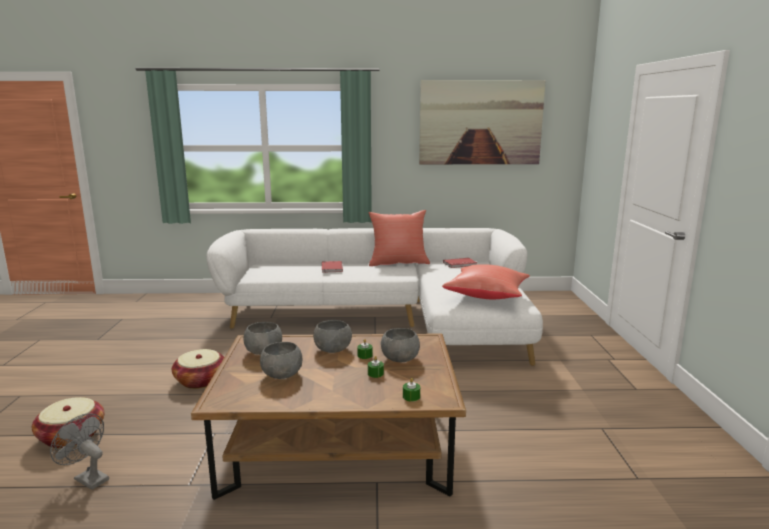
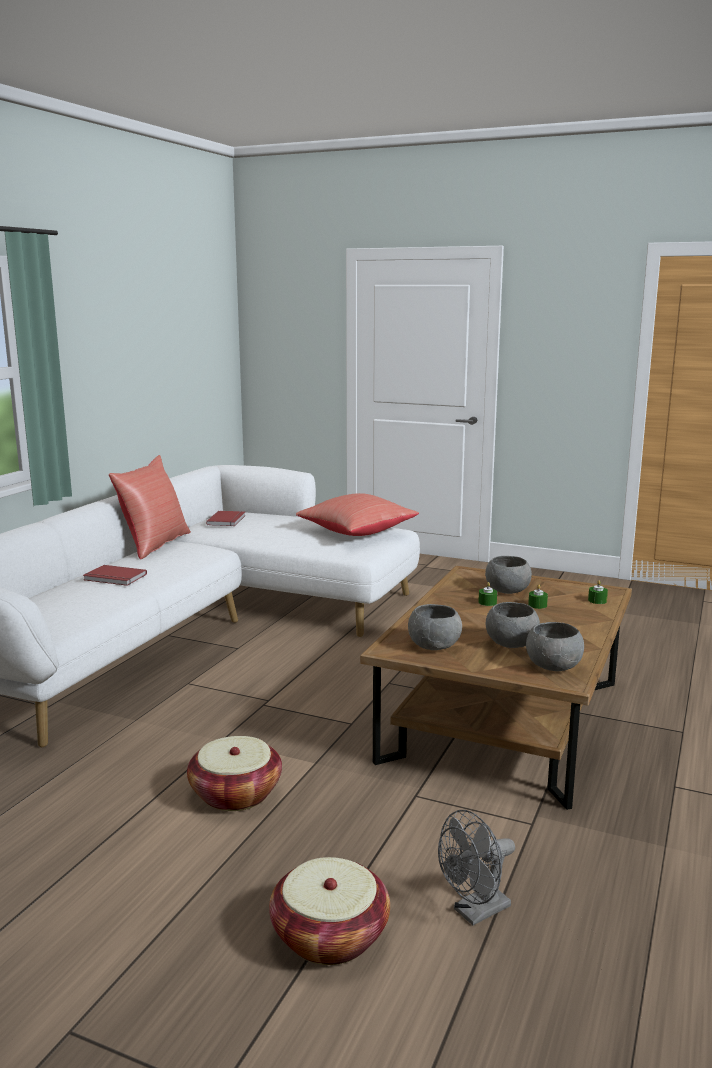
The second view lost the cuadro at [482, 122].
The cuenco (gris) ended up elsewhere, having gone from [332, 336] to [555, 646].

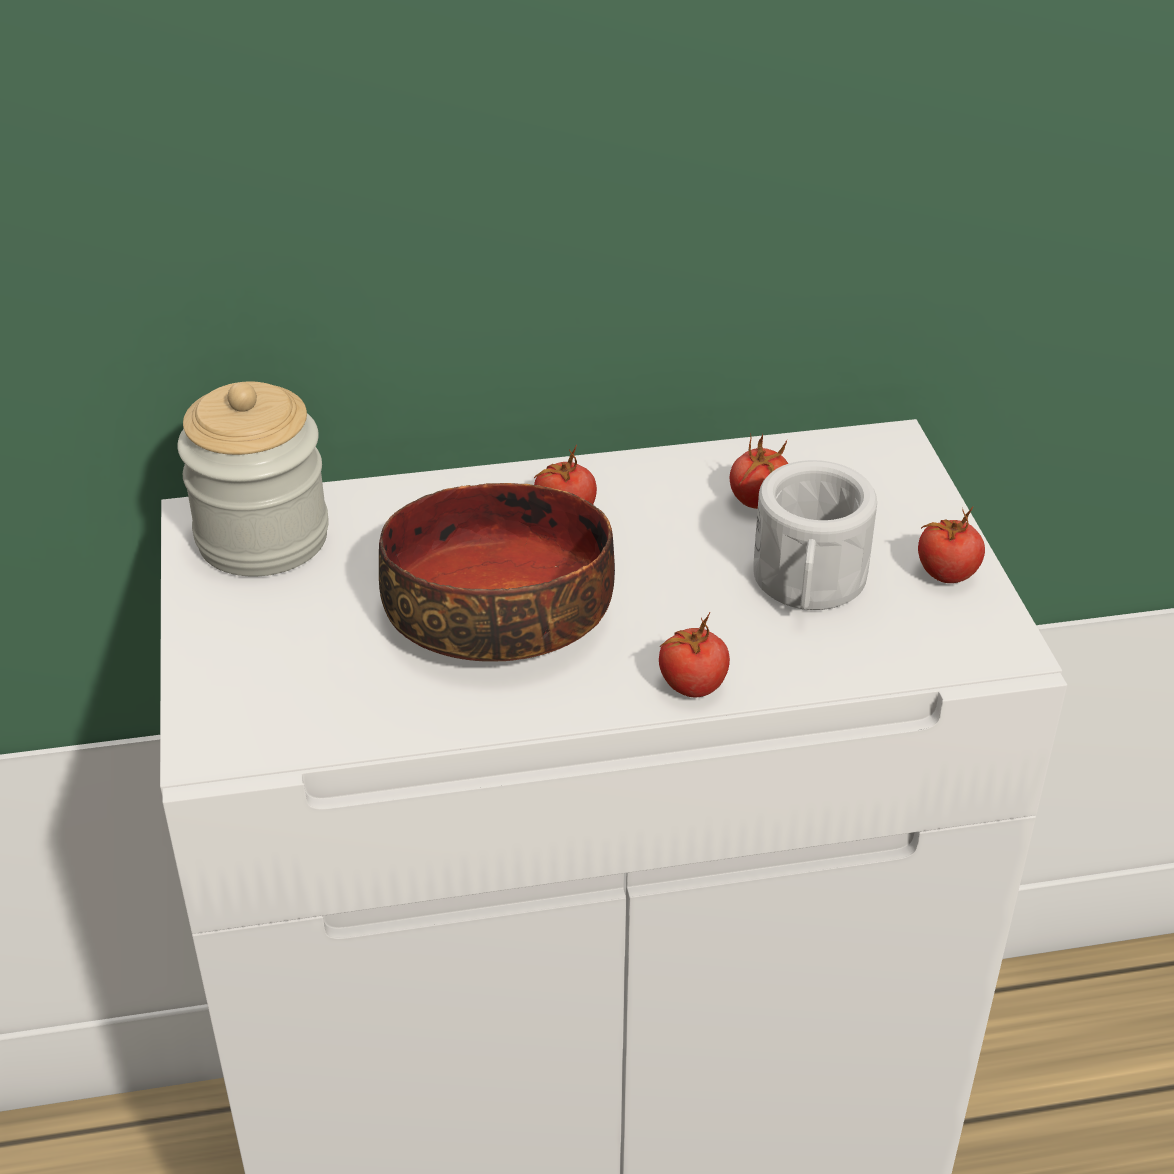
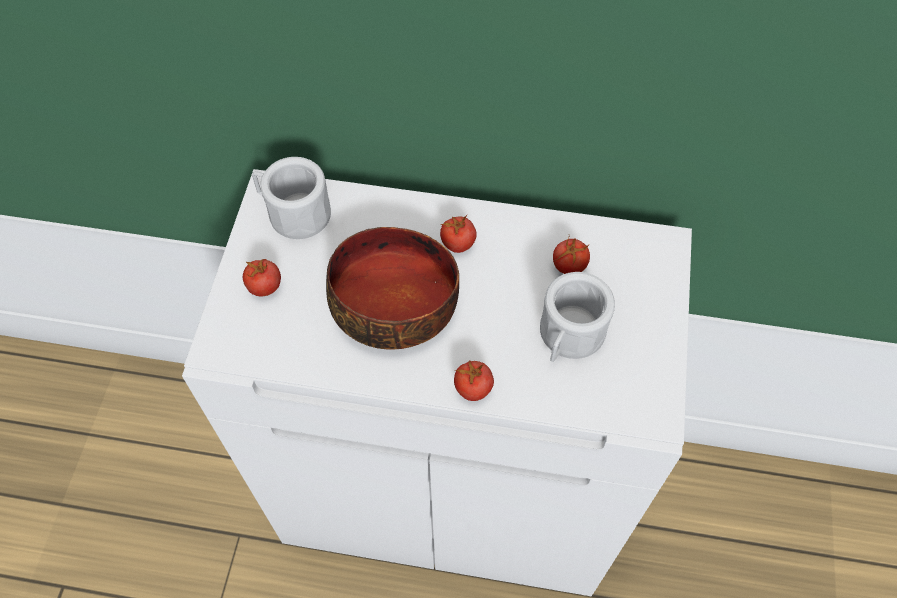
Where the tarro stood at [253, 479], the taza grande (blanco) came to stand at [291, 198].
The tomate ended up elsewhere, having gone from [951, 544] to [262, 277].

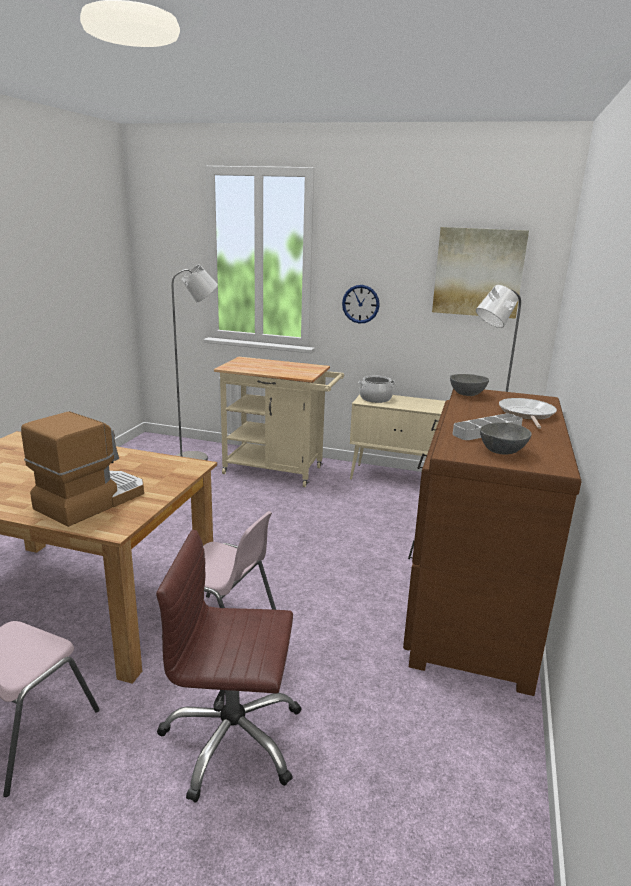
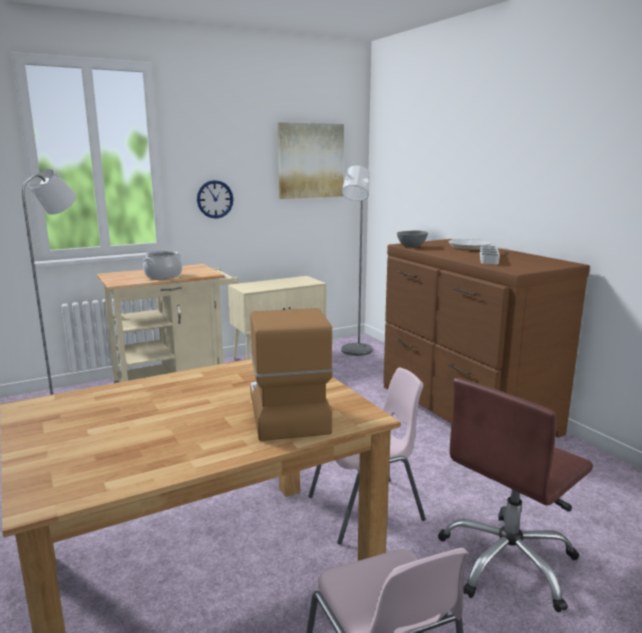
The olla ended up elsewhere, having gone from [377, 389] to [162, 265].
The second view lost the cuenco (gris) at [505, 438].

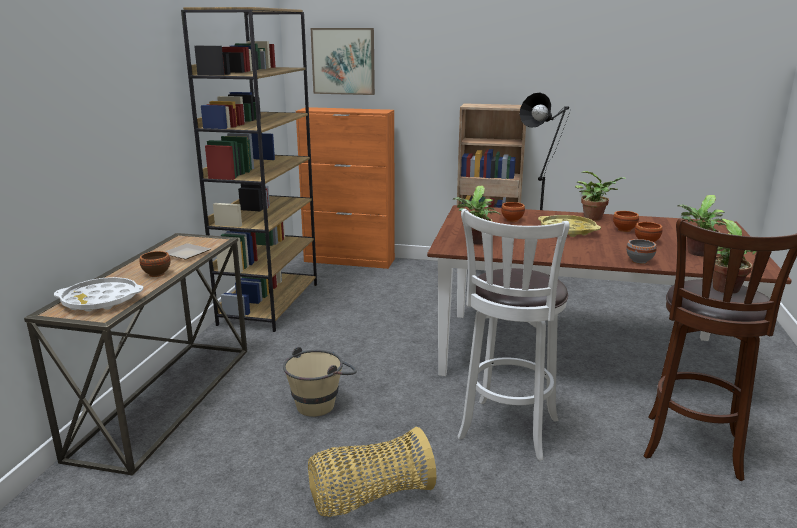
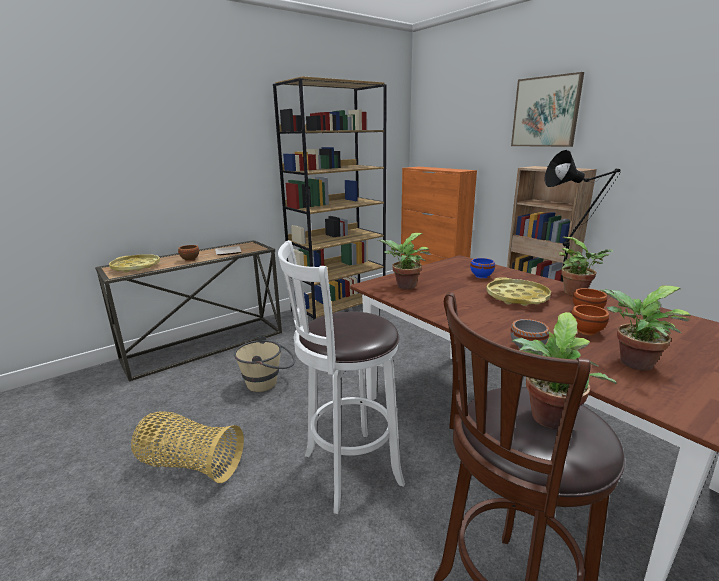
The cuadro ended up elsewhere, having gone from [343, 61] to [547, 109].
What was the cuenco (marrón) at [513, 212] turned into the cuenco (azul) at [482, 268].
What was the bandeja (blanco) at [98, 294] turned into the bandeja (amarillo) at [134, 263].

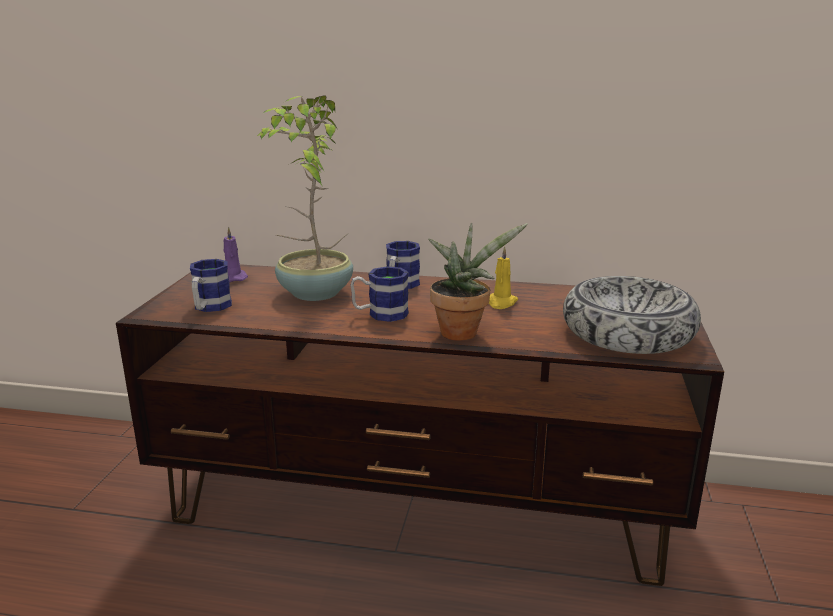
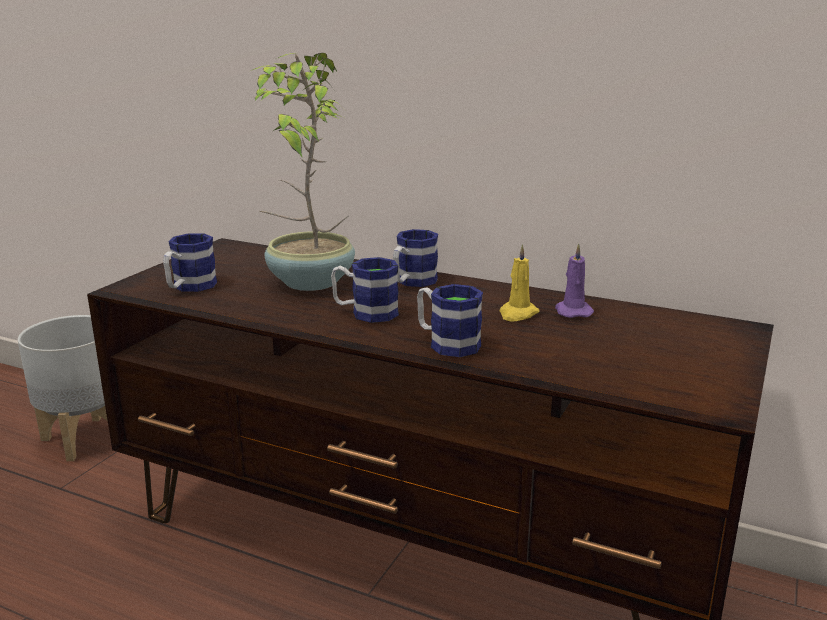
Where the planta en maceta stood at [478, 282], the taza grande came to stand at [450, 320].
The vela (morado) ended up elsewhere, having gone from [235, 254] to [574, 280].
The second view lost the cuenco at [632, 315].
The second view gained the maceta (gris) at [62, 388].

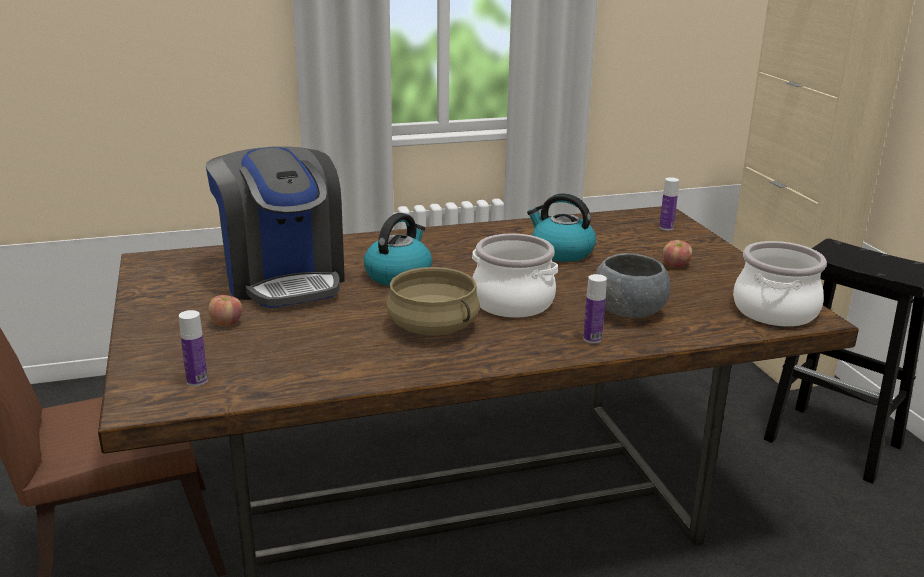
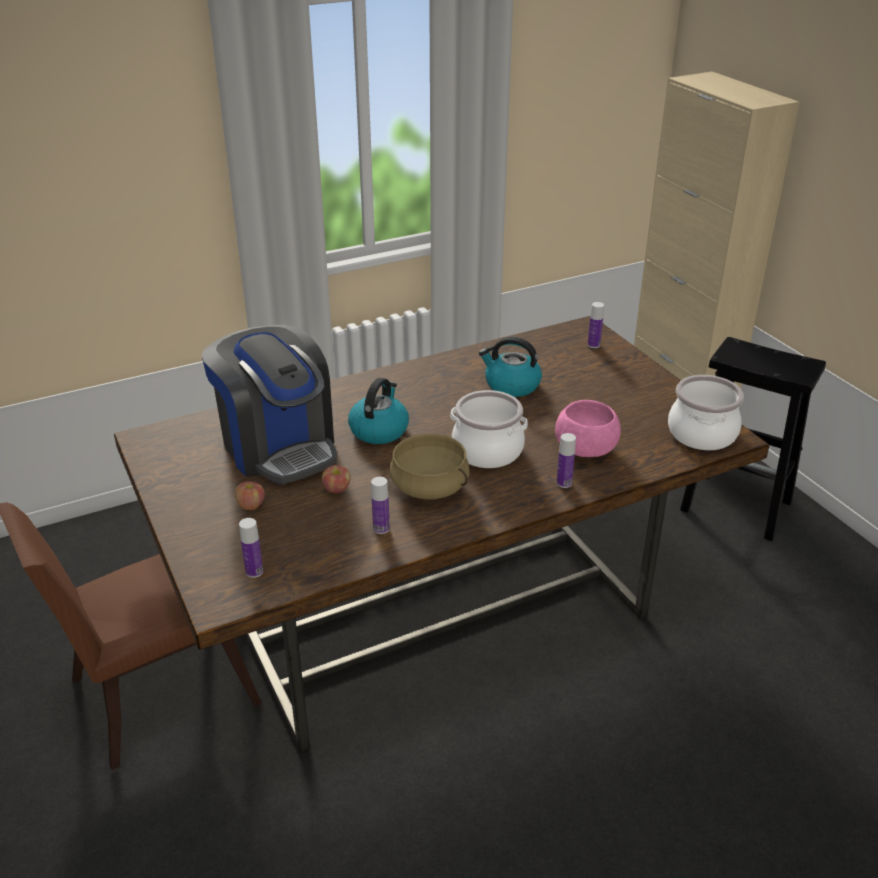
The manzana ended up elsewhere, having gone from [677, 254] to [336, 479].
What was the cuenco (gris) at [632, 285] turned into the cuenco (rosa) at [588, 428].
The second view gained the botella at [380, 505].

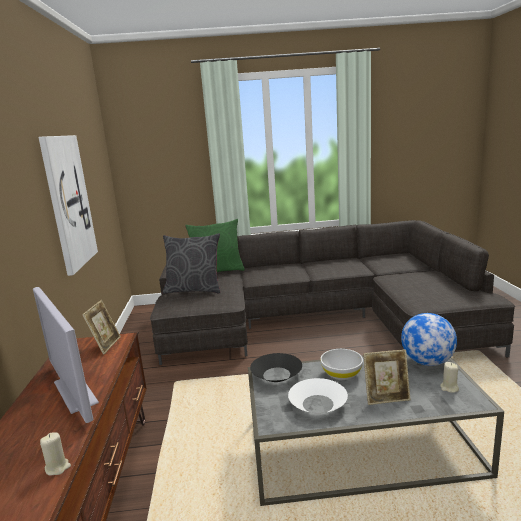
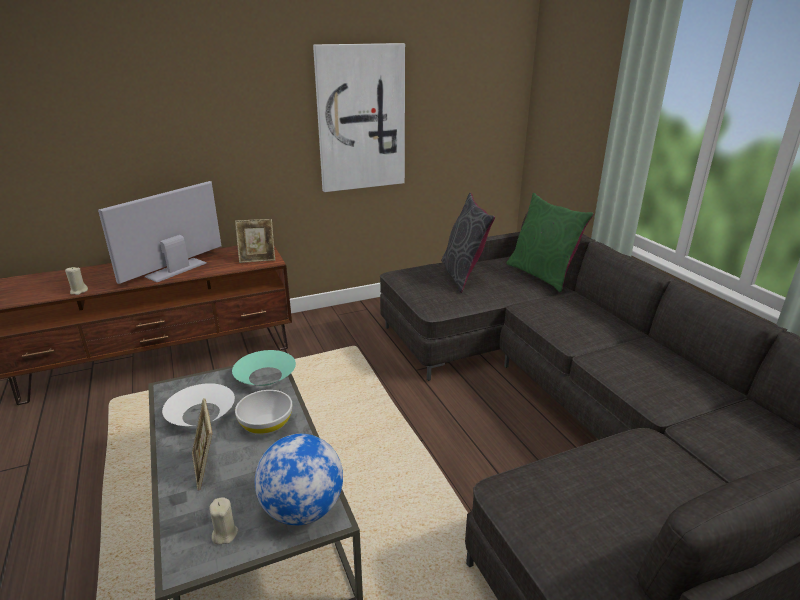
What was the cuenco (negro) at [276, 367] turned into the cuenco (turquesa) at [264, 368].

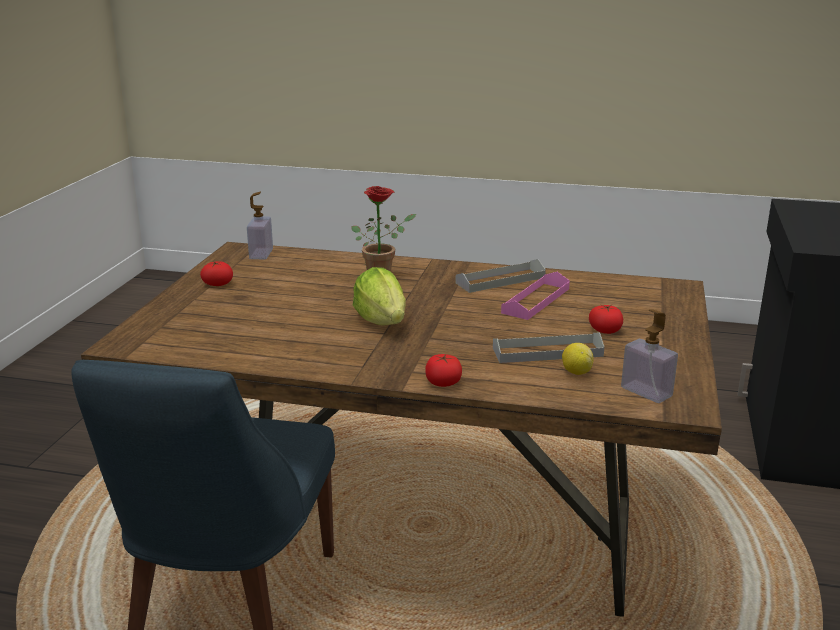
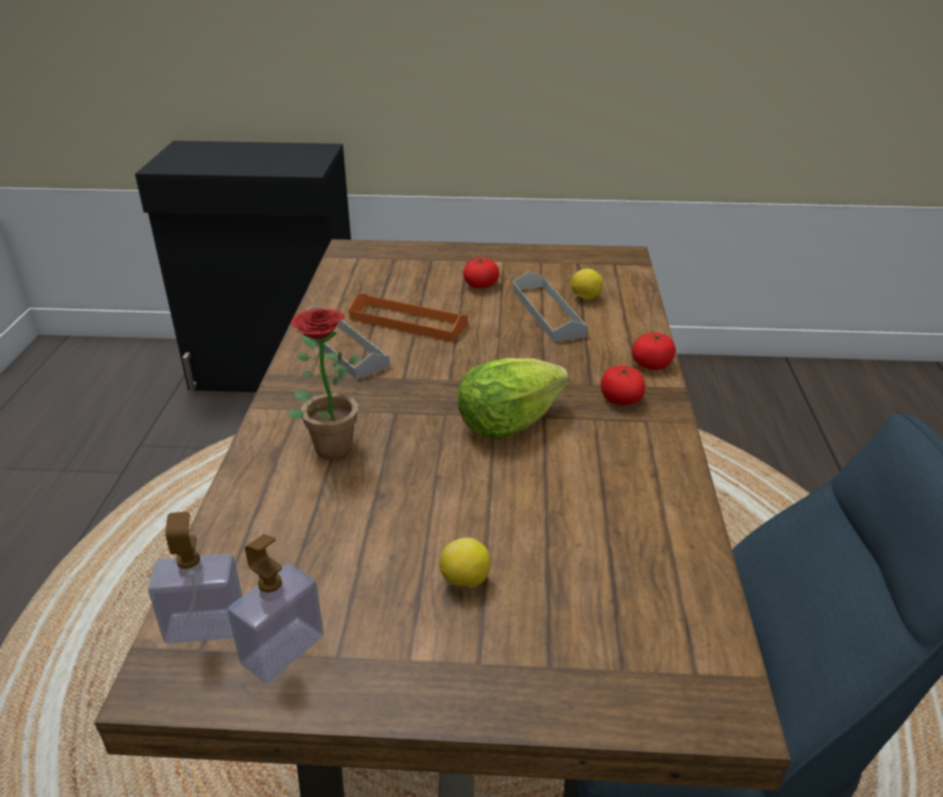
The tomate ended up elsewhere, having gone from [216, 273] to [623, 385].
What was the bandeja (rosa) at [535, 296] turned into the bandeja (naranja) at [408, 318].
The dispensador de jabón ended up elsewhere, having gone from [649, 356] to [276, 608].
The second view gained the limón at [464, 562].

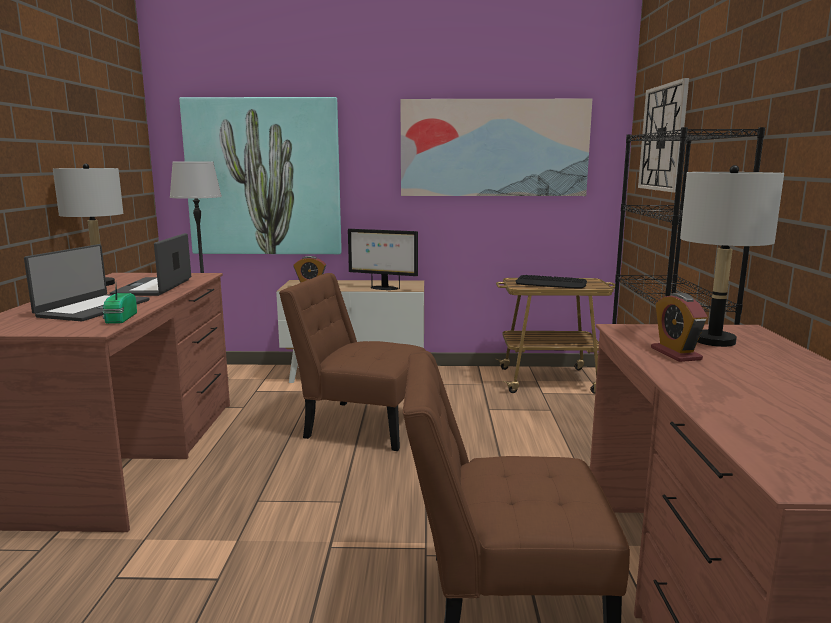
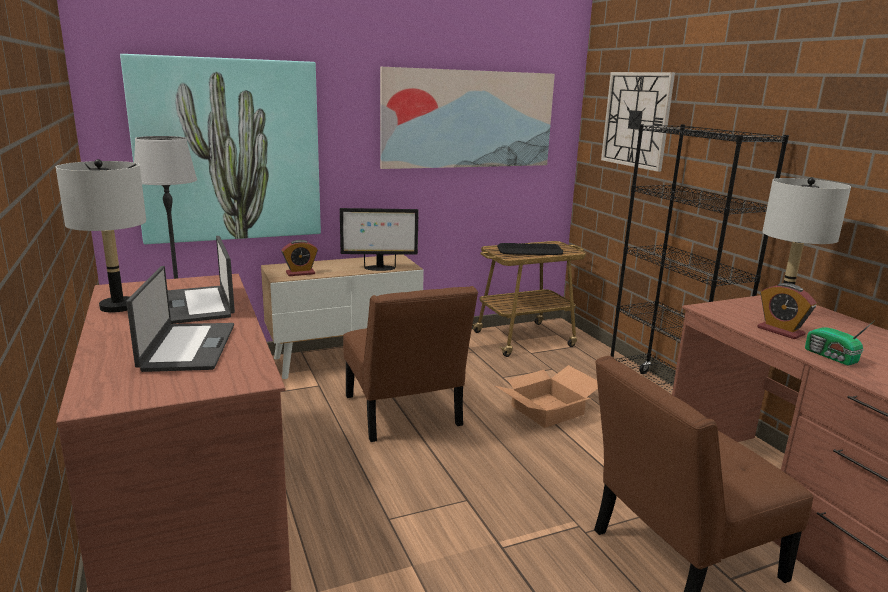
The silla (marrón) at [352, 362] ended up facing another way, 105 degrees counterclockwise from before.
The radio ended up elsewhere, having gone from [119, 303] to [839, 343].
The second view gained the caja de cartón at [547, 396].

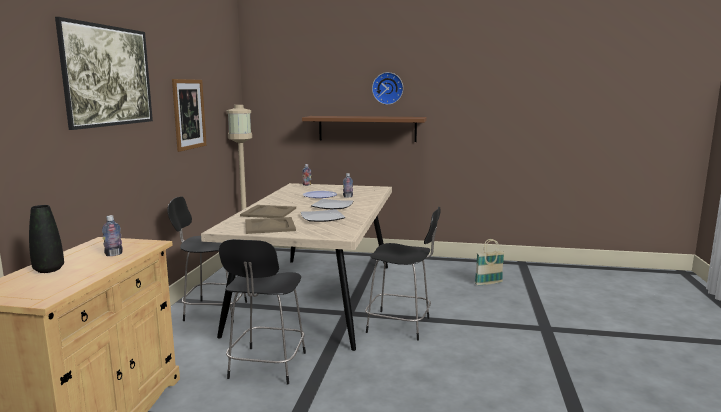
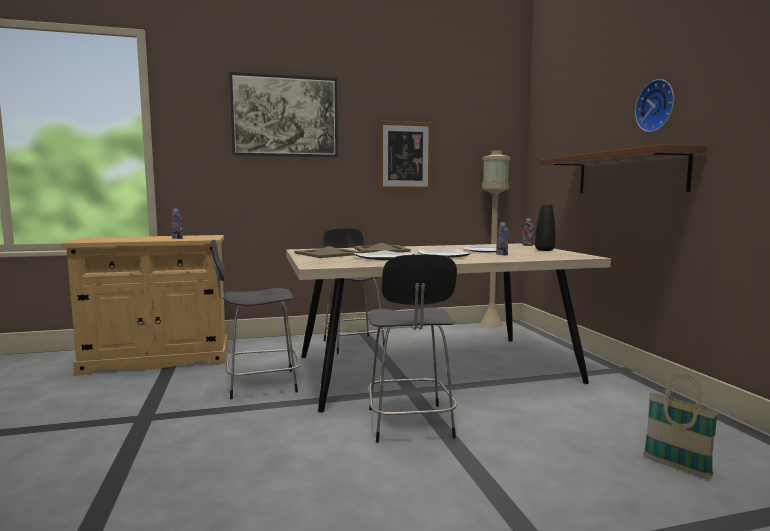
The florero (negro) ended up elsewhere, having gone from [46, 239] to [545, 228].

